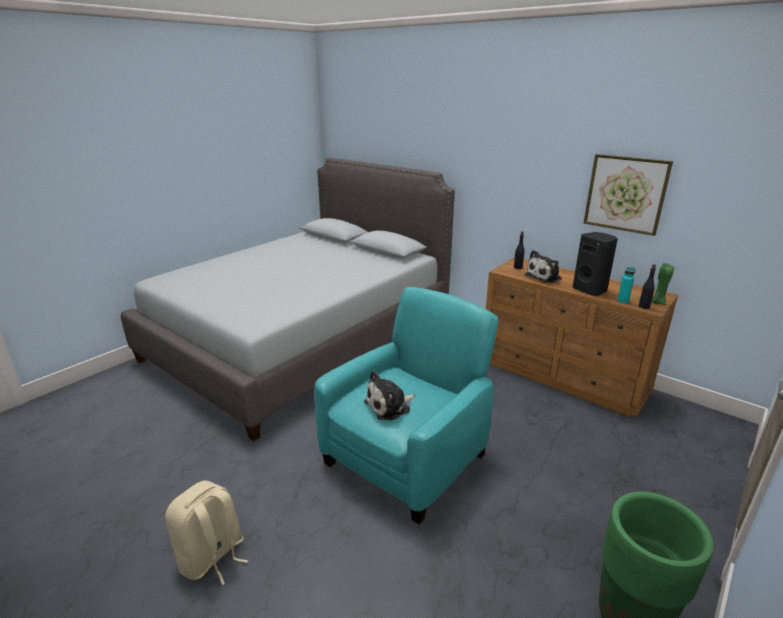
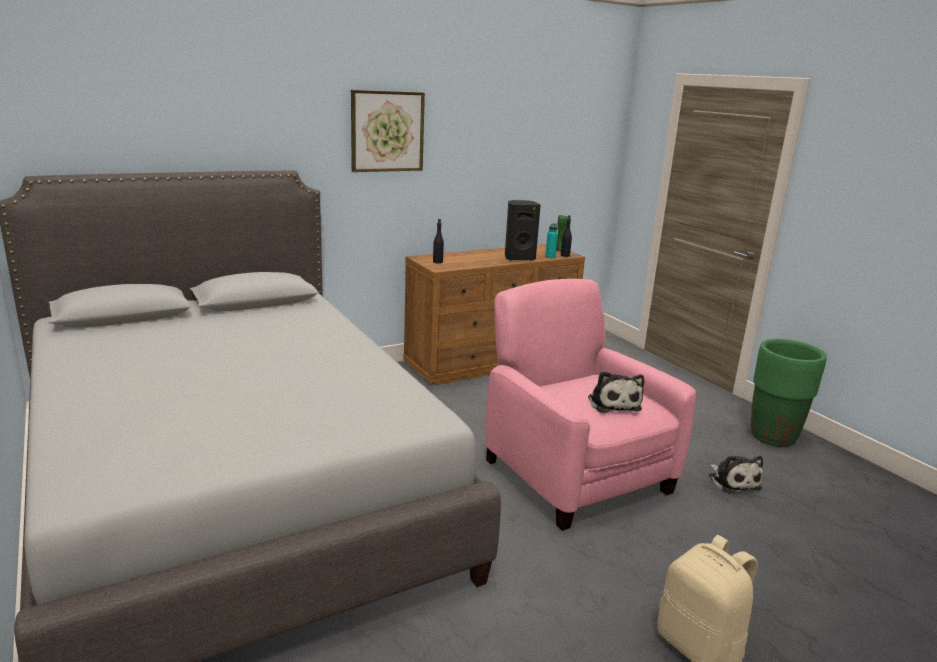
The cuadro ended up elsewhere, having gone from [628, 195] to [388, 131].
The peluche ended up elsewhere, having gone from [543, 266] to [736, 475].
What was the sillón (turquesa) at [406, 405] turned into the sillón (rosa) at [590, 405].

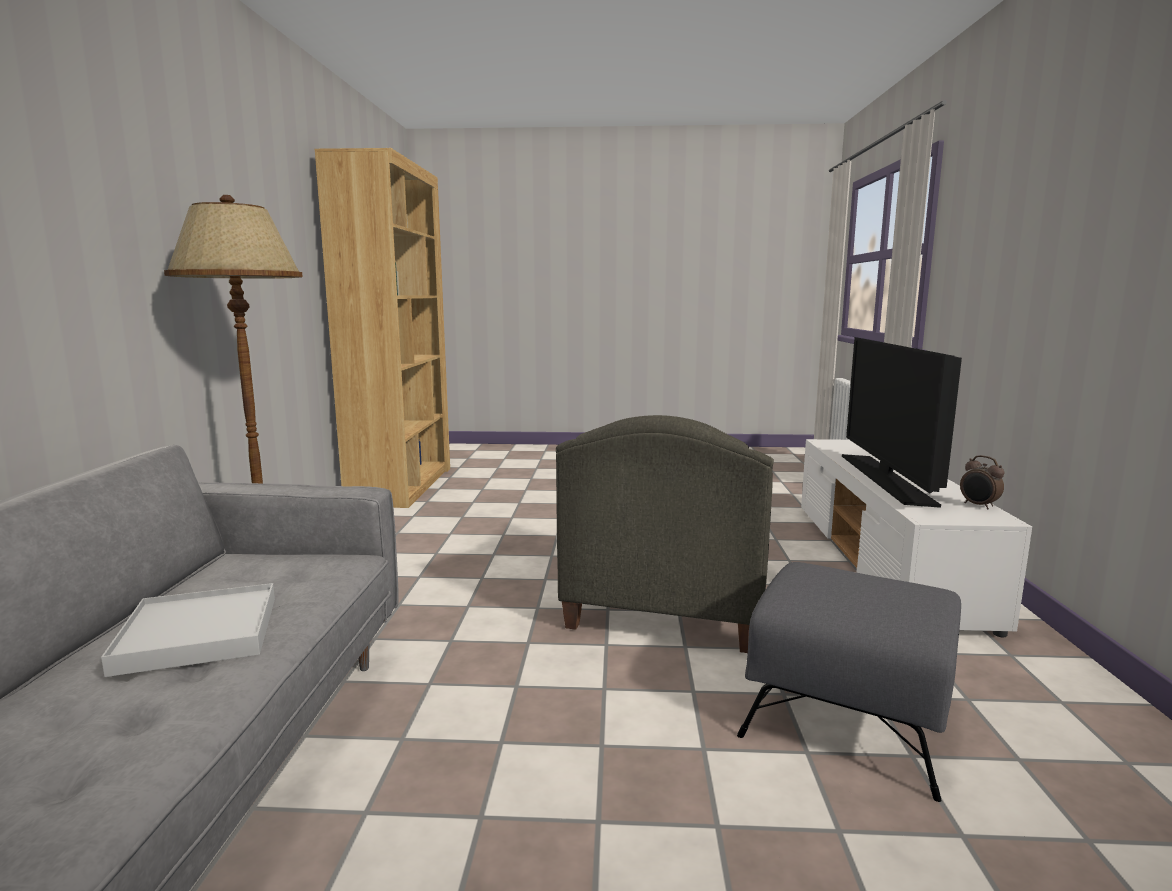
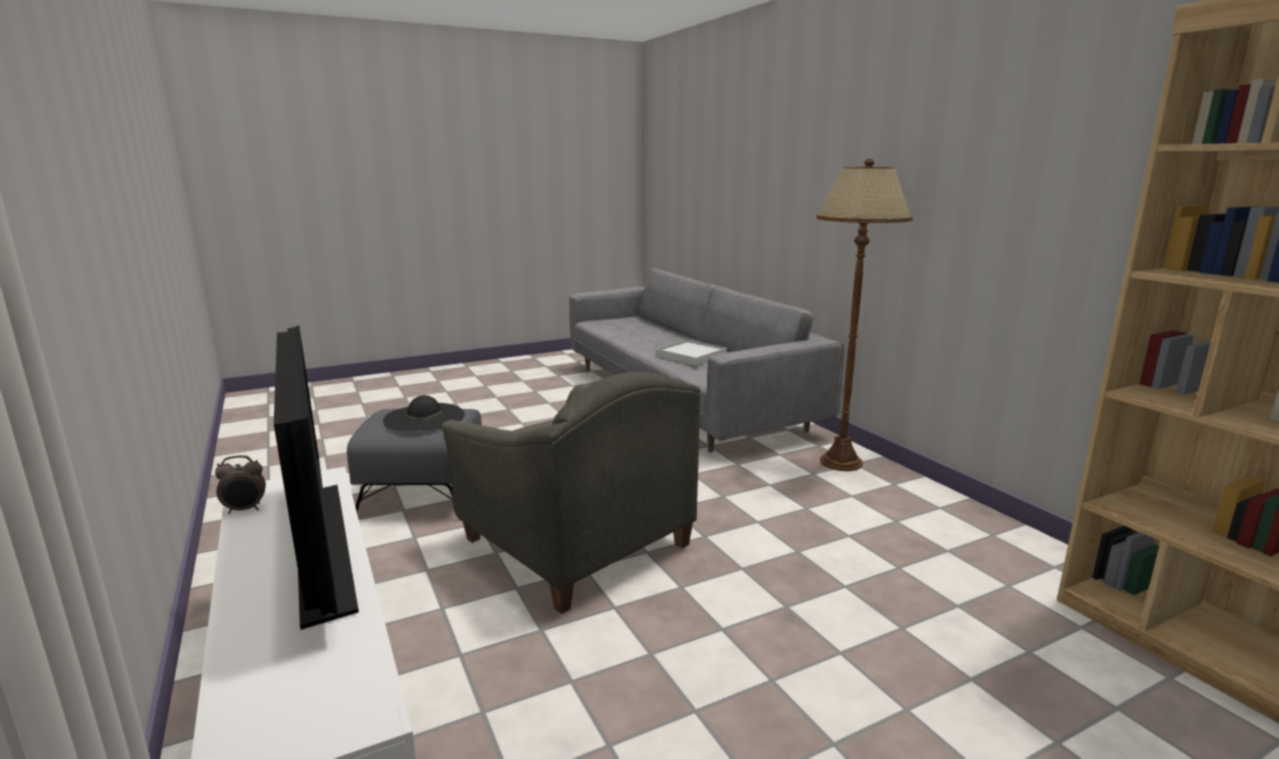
The sillón (gris) at [665, 534] ended up facing another way, 150 degrees clockwise from before.
The despertador at [982, 482] ended up facing another way, 135 degrees clockwise from before.
The second view gained the sombrero (negro) at [424, 413].

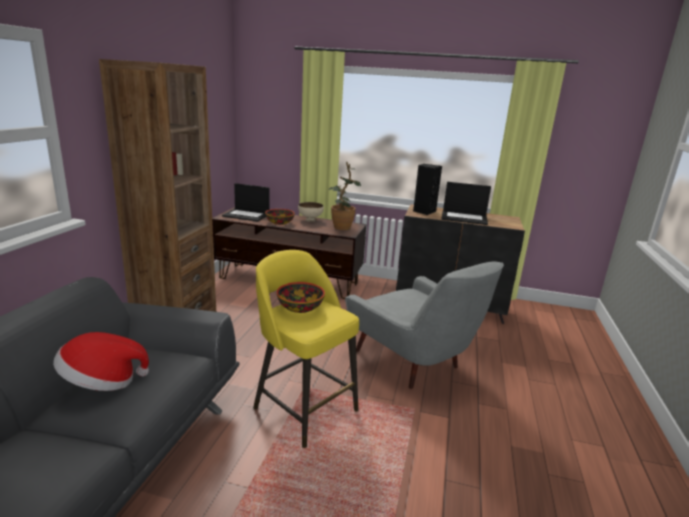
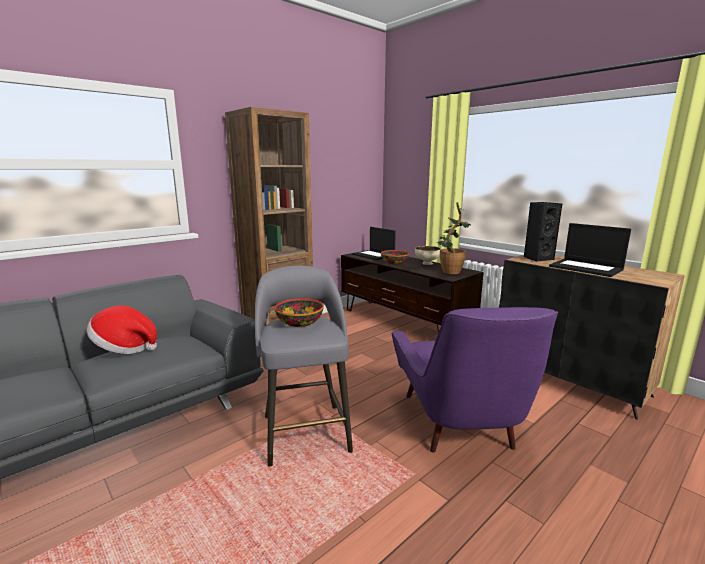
What was the taburete (amarillo) at [306, 349] turned into the taburete (gris) at [304, 366].
What was the sillón (gris) at [424, 325] turned into the sillón (morado) at [474, 380].

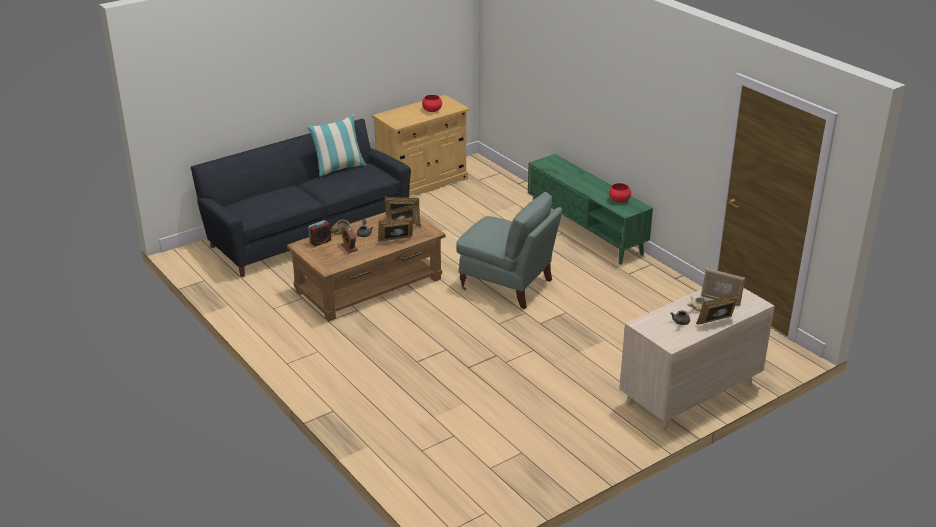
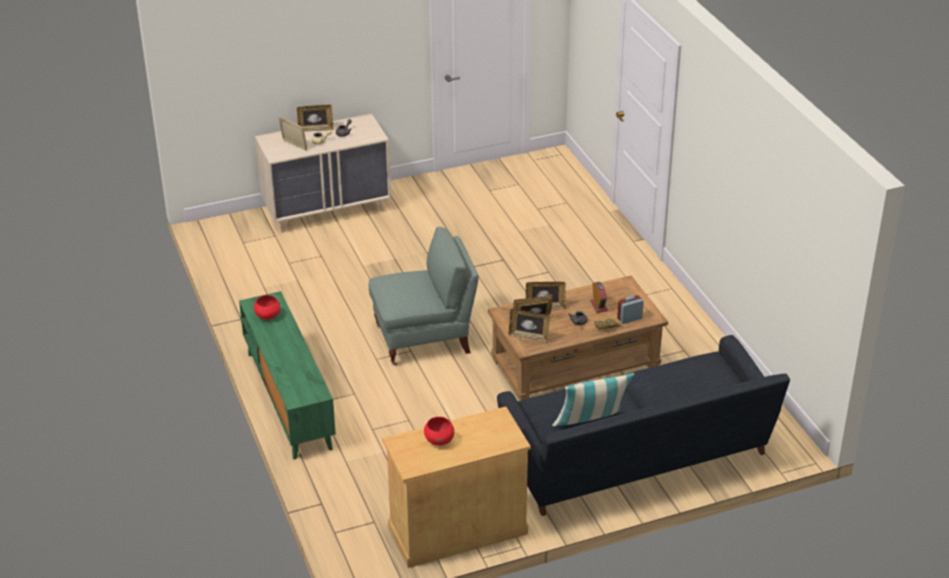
The sillón (gris) at [509, 250] ended up facing another way, 120 degrees clockwise from before.

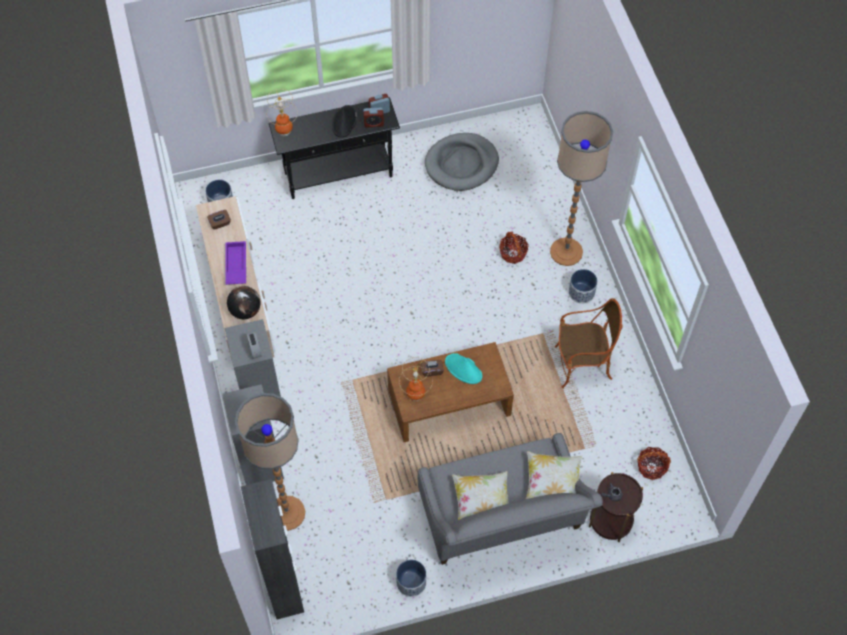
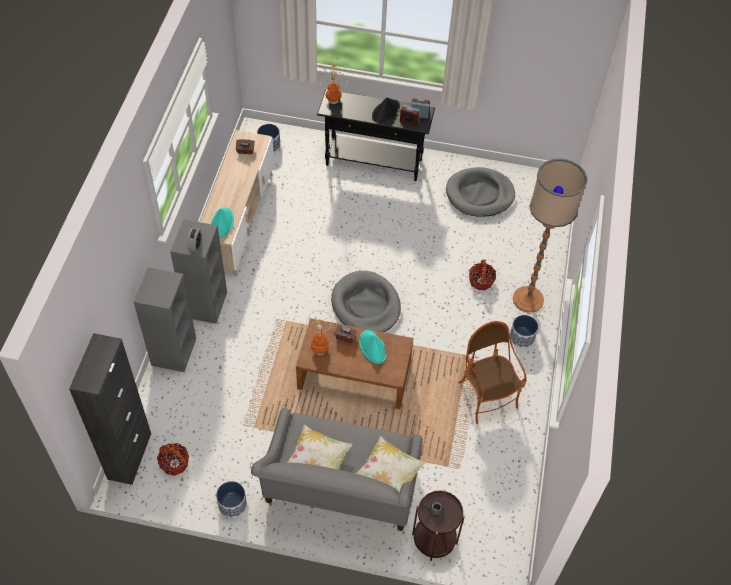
The second view lost the bandeja (morado) at [235, 263].
Where the globo terráqueo stood at [244, 302], the sombrero (turquesa) came to stand at [222, 222].
The sillón at [589, 343] ended up facing another way, 135 degrees counterclockwise from before.
The second view lost the lámpara de pie at [270, 462].
The cesta ended up elsewhere, having gone from [654, 463] to [173, 459].
The second view gained the cama para perro (gris) at [366, 301].

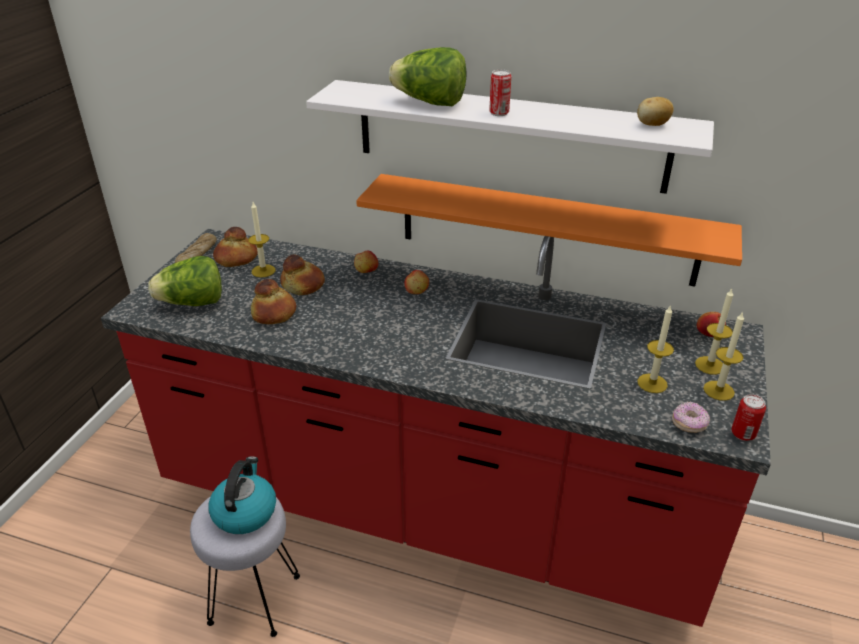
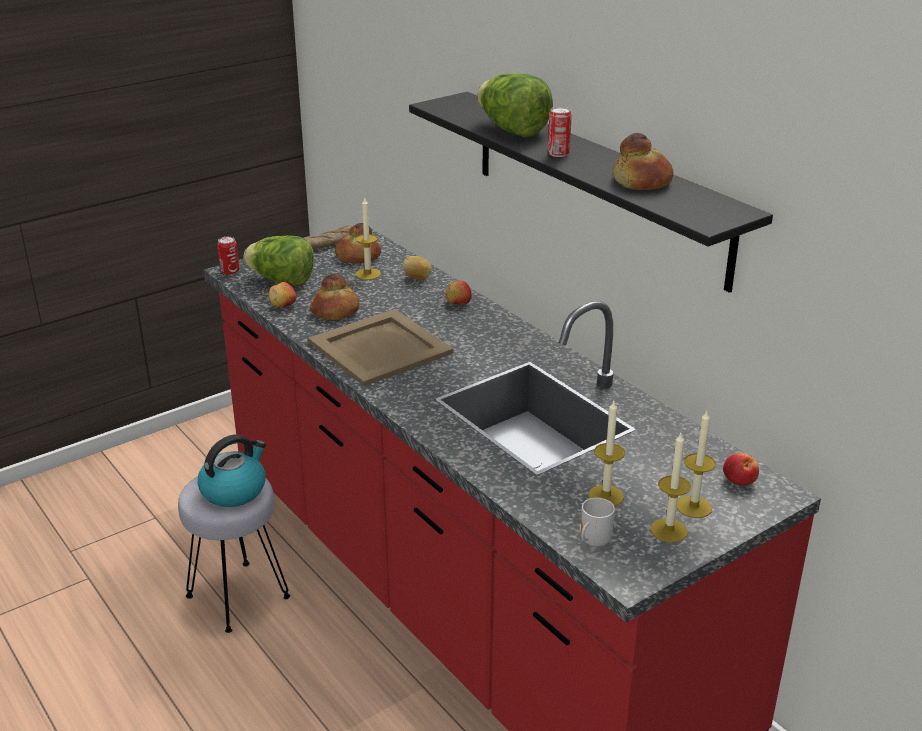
What was the estante (blanco) at [510, 137] turned into the estante (negro) at [591, 192].
The patata ended up elsewhere, having gone from [655, 111] to [417, 268].
The second view lost the estante (naranja) at [549, 230].
The pan ended up elsewhere, having gone from [302, 274] to [642, 161].
The manzana ended up elsewhere, having gone from [416, 282] to [282, 294].
The lata ended up elsewhere, having gone from [749, 417] to [228, 256].
Where the rosquilla stood at [691, 417], the taza grande came to stand at [598, 522].
The second view gained the bandeja (beis) at [380, 347].

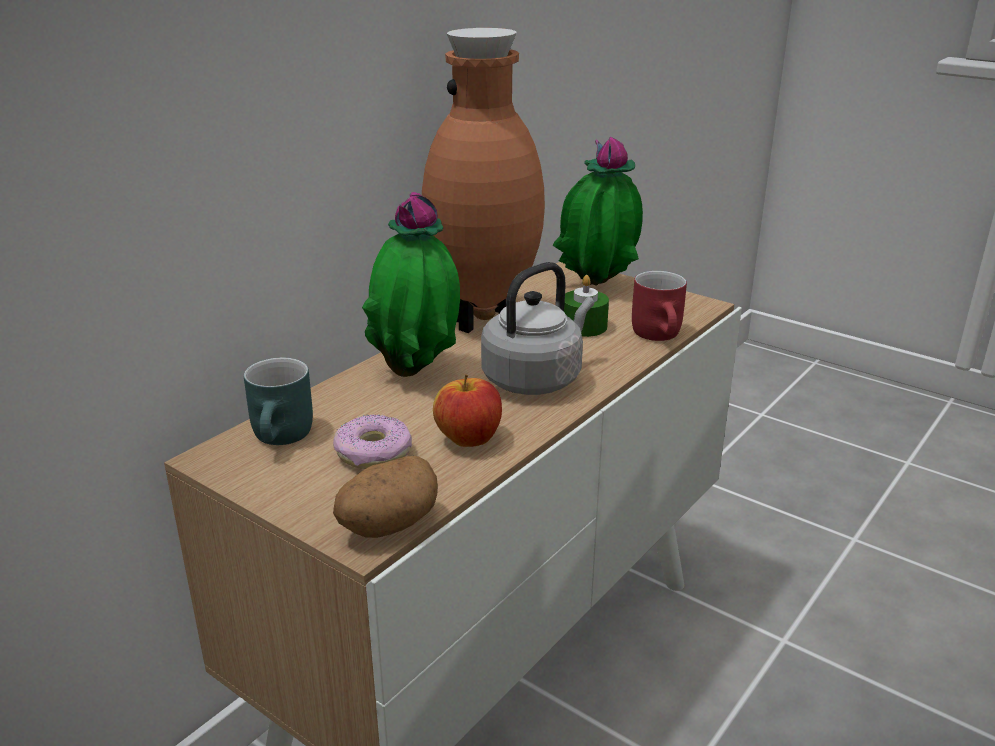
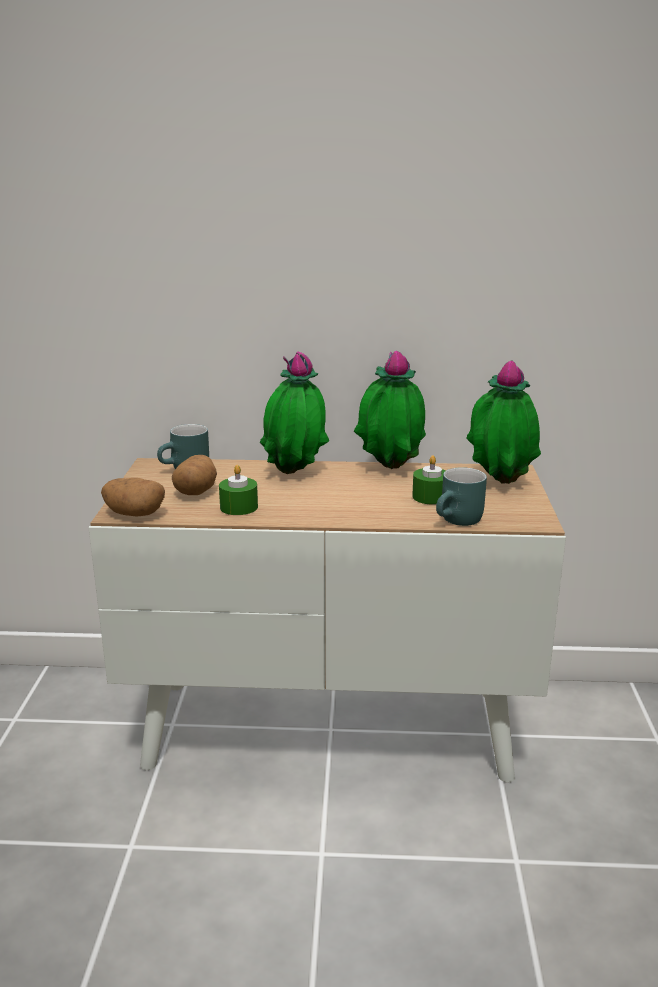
Where the florero (marrón) stood at [483, 180], the planta en maceta came to stand at [390, 409].
The second view lost the hervidor (gris) at [537, 328].
What was the taza grande (rojo) at [659, 306] turned into the taza grande (turquesa) at [461, 496].
Where the manzana stood at [467, 410], the vela (verde) came to stand at [238, 490].
Where the rosquilla stood at [372, 442], the patata came to stand at [194, 475].

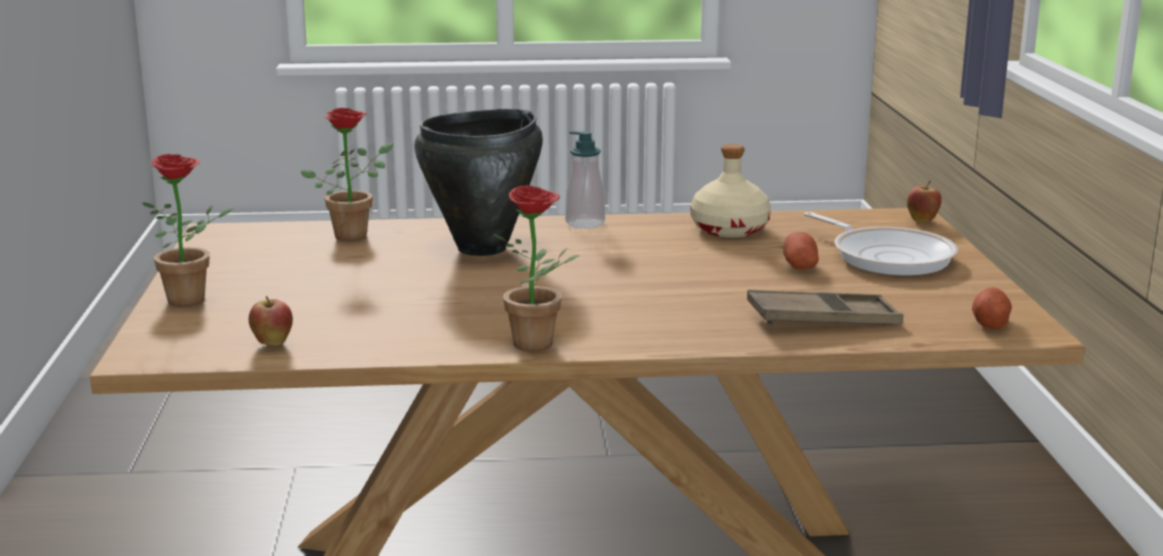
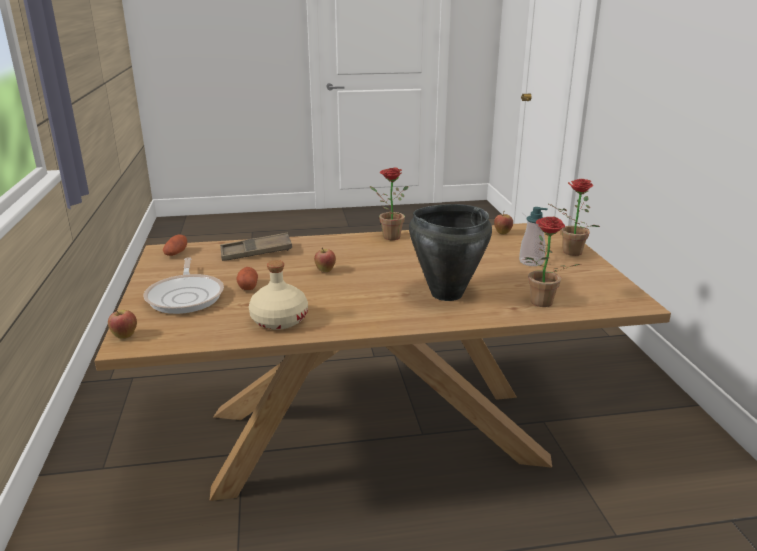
The dispensador de jabón ended up elsewhere, having gone from [585, 179] to [533, 236].
The sartén at [881, 244] ended up facing another way, 150 degrees counterclockwise from before.
The second view gained the manzana at [325, 260].

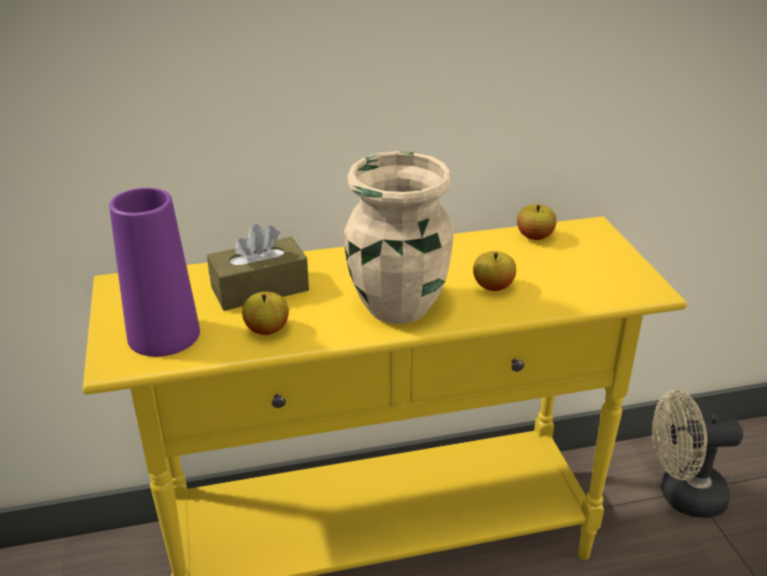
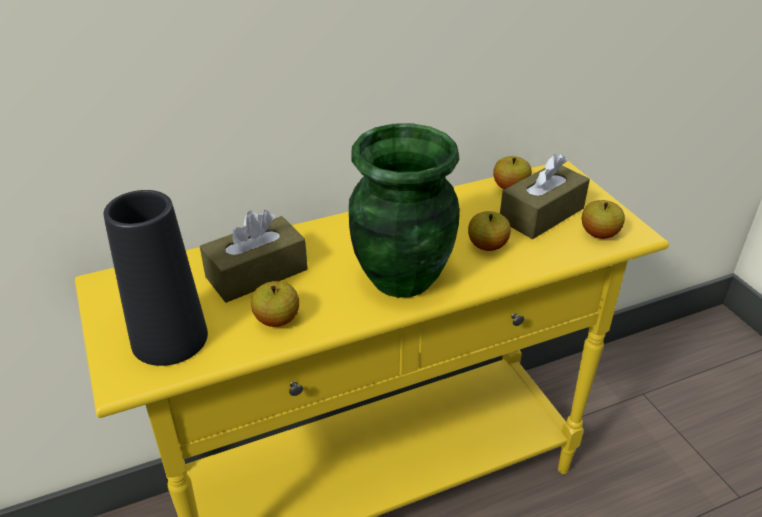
What was the florero (beis) at [399, 237] turned into the florero (verde) at [404, 210].
What was the florero (morado) at [154, 272] turned into the florero (negro) at [156, 278].
The second view lost the ventilador (beis) at [697, 454].
The second view gained the caja de pañuelos (marrón) at [545, 196].
The second view gained the manzana at [603, 219].

